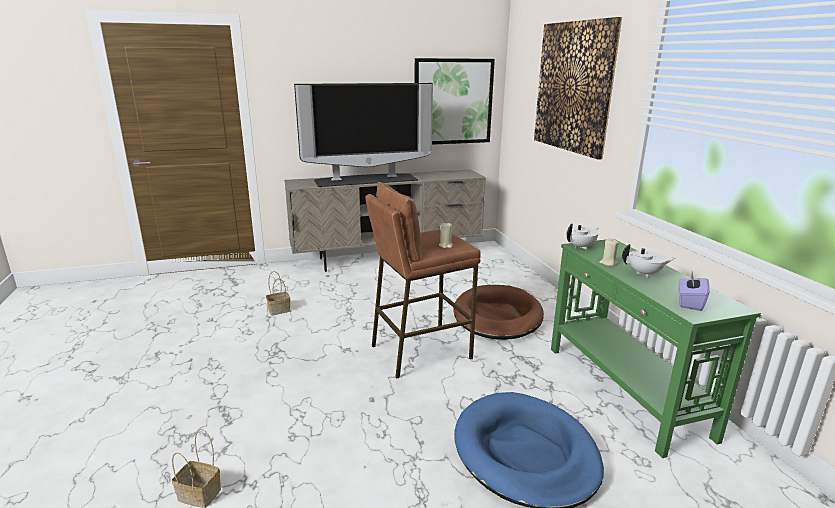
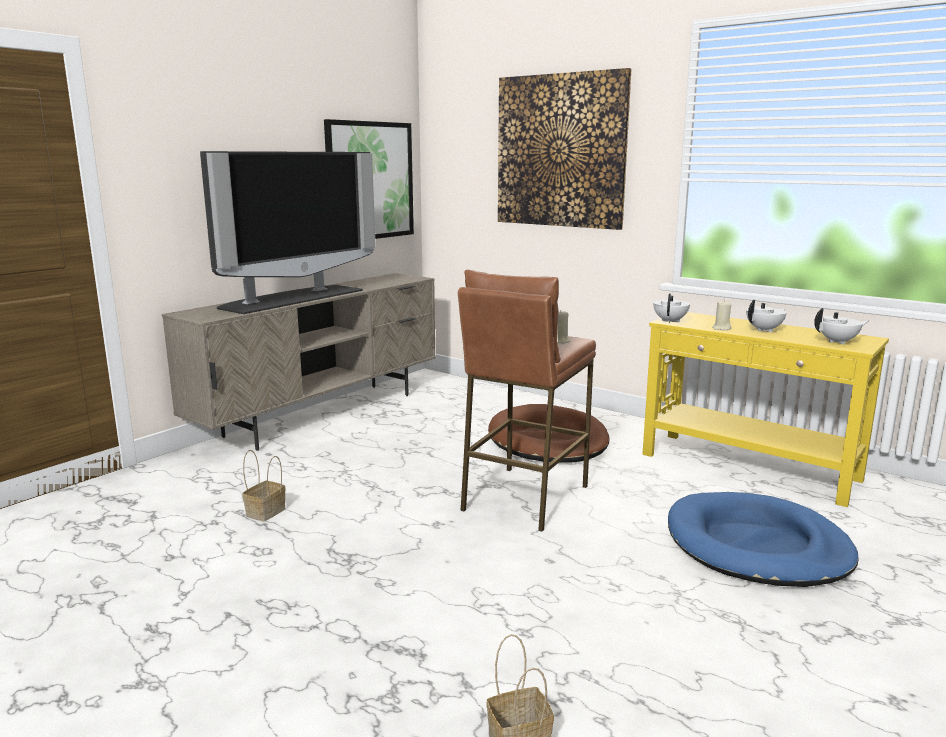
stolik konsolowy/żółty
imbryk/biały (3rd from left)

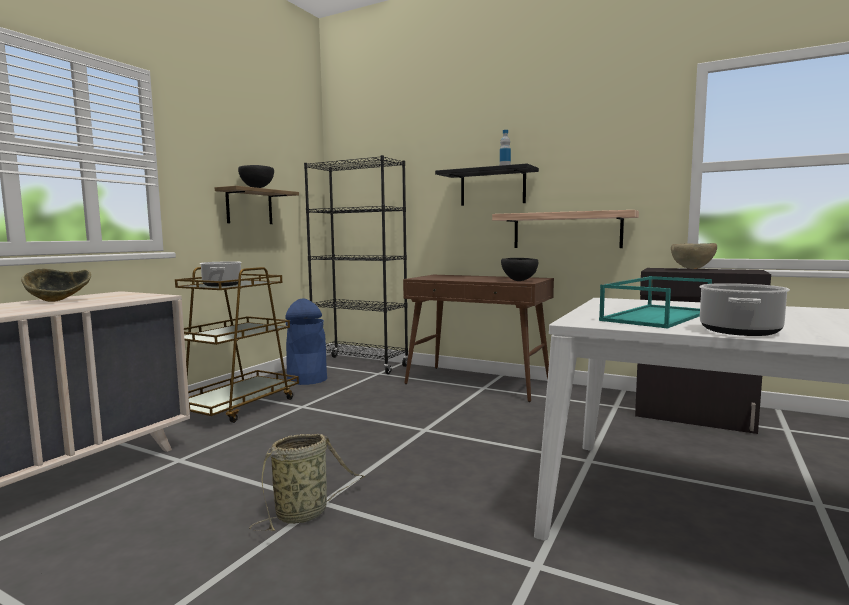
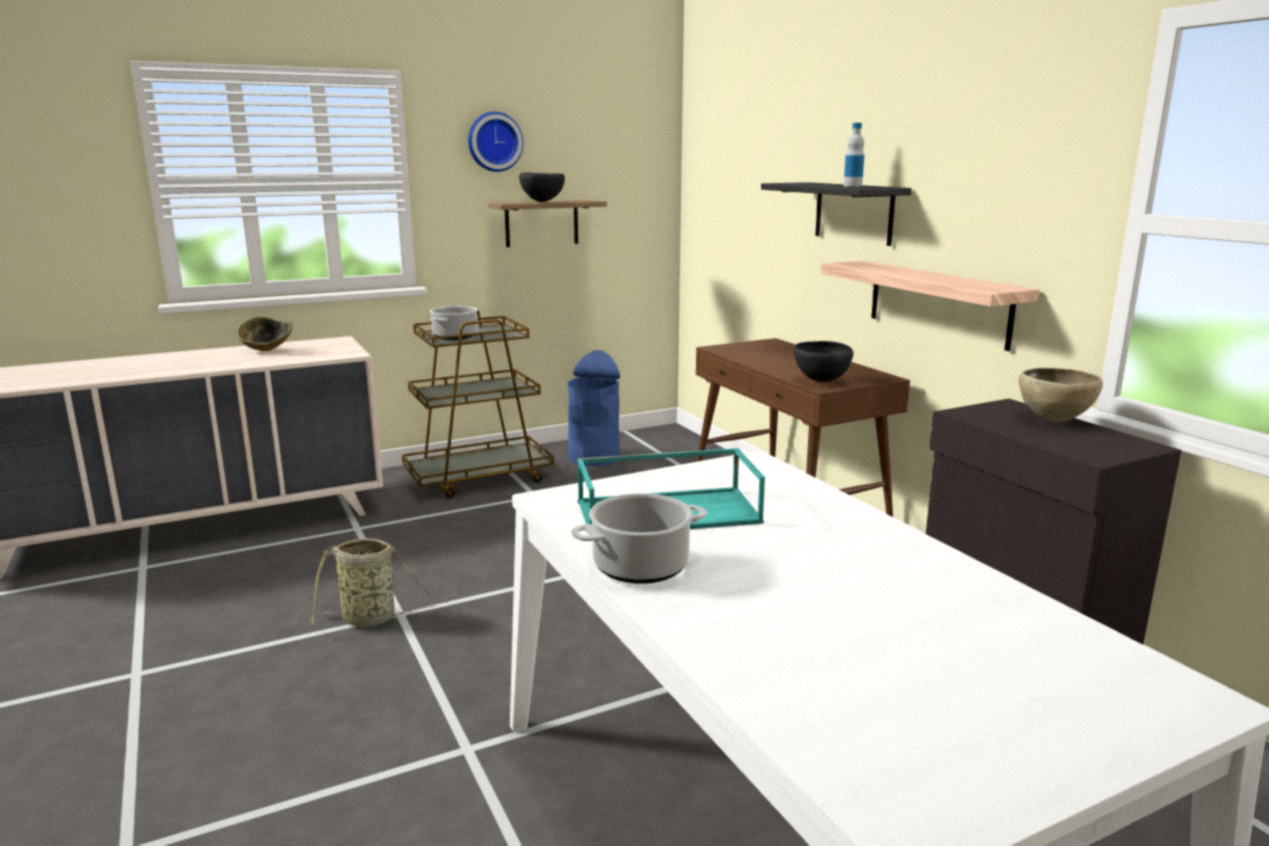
regał/czarny
zegar ścienny

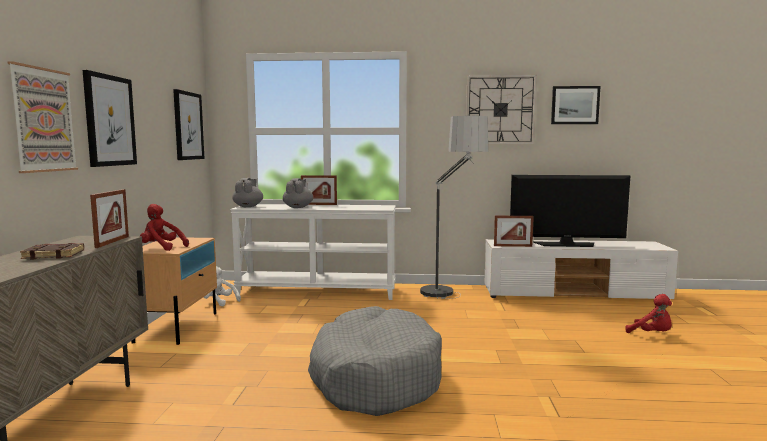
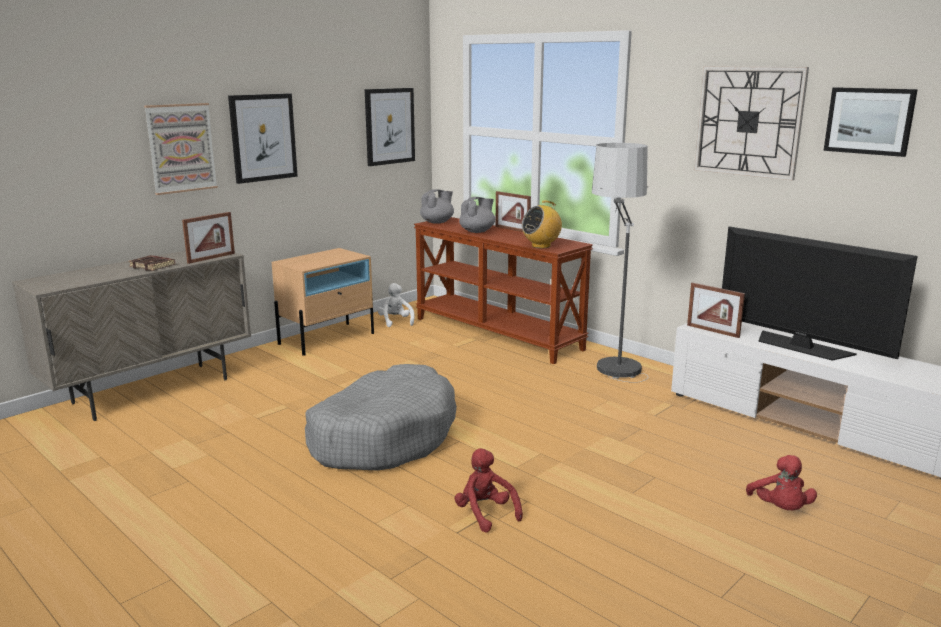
pluszak/czerwony (1st from left)
stolik konsolowy/brązowy
radio

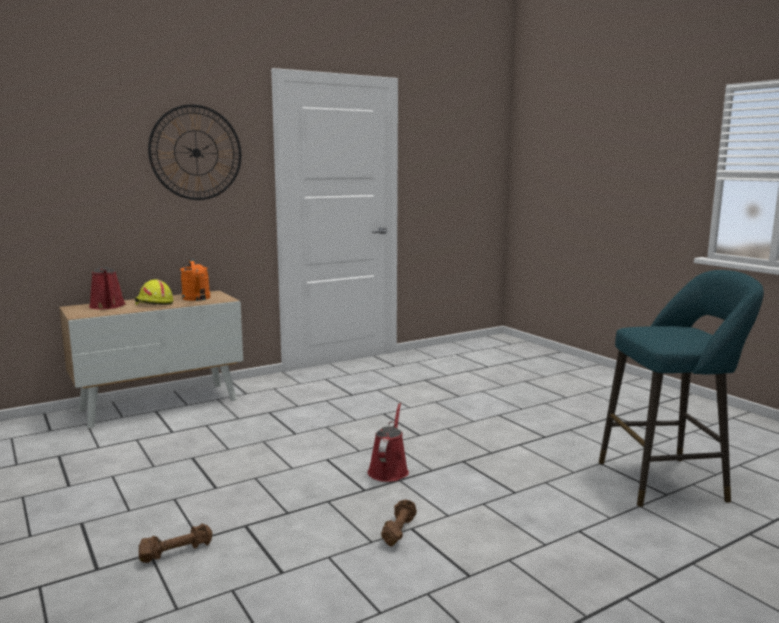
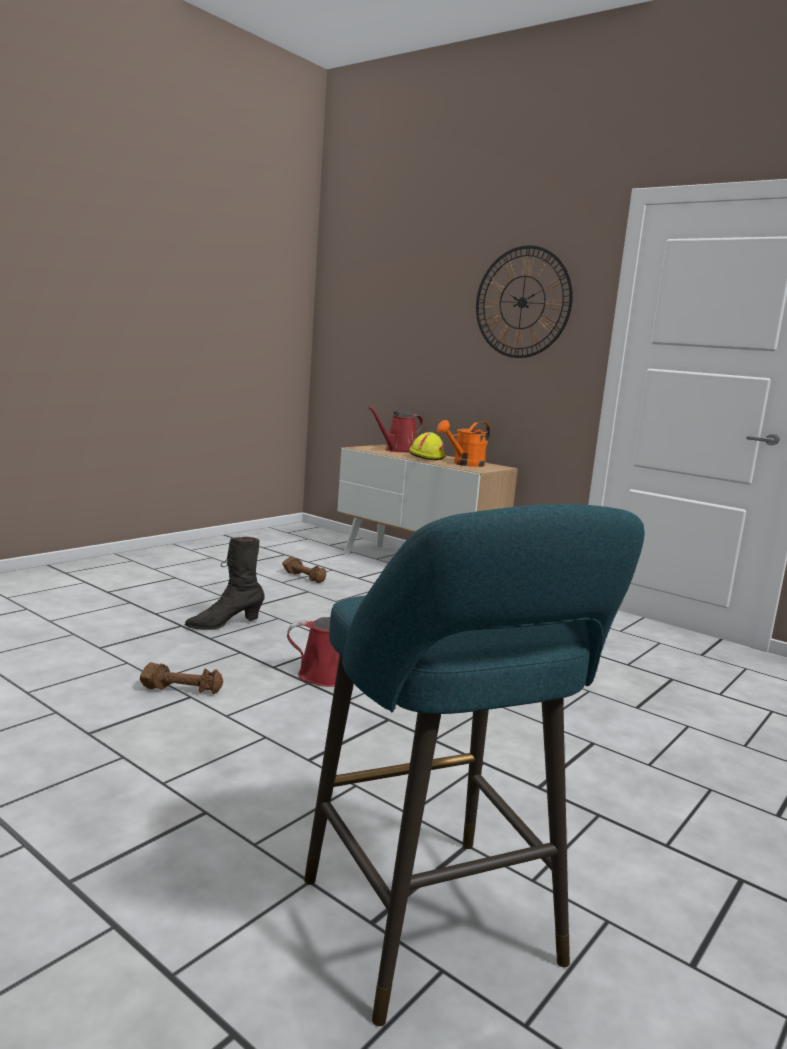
hantel/brązowy (2nd from left)
but z cholewką/czarny

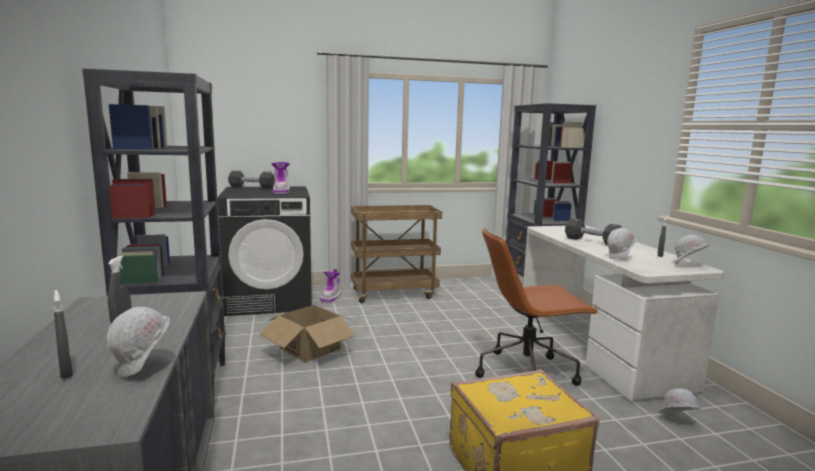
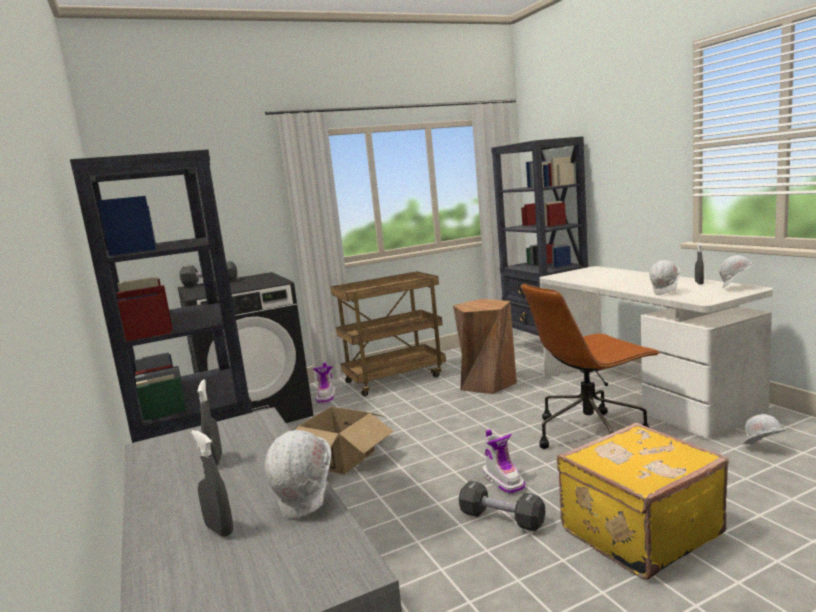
but z cholewką (2nd from left)
hantel/czarny (2nd from left)
stołek/brązowy

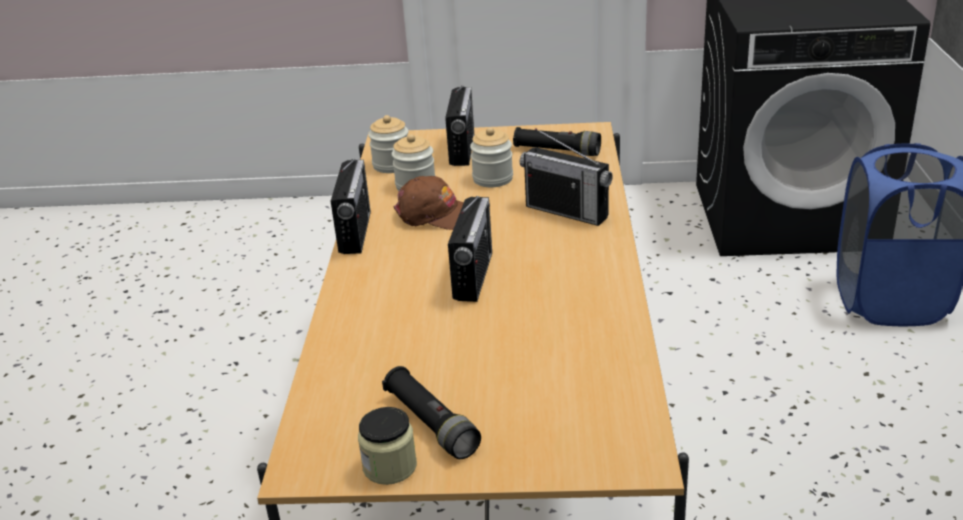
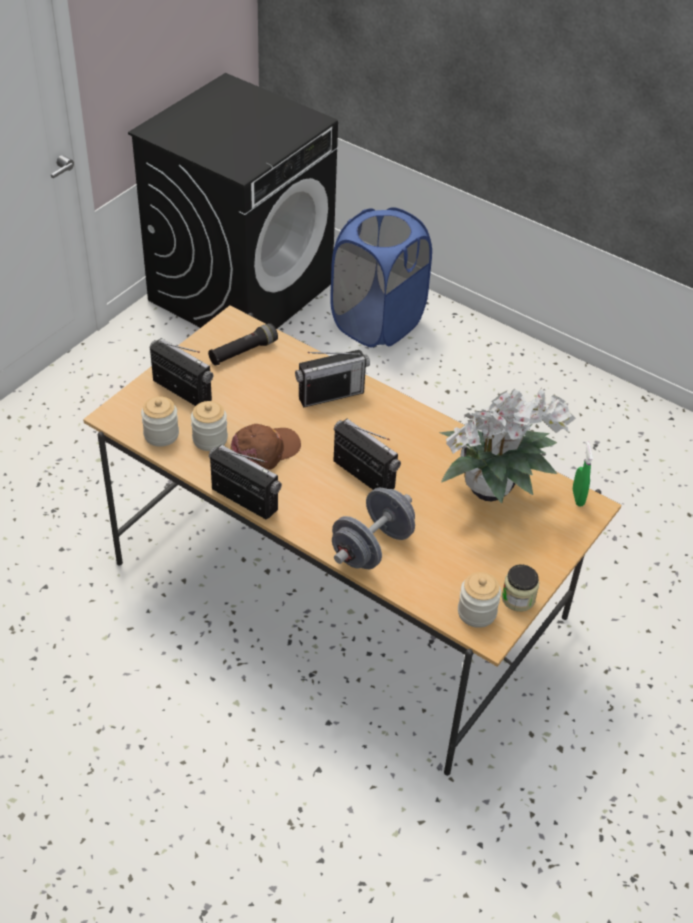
słoik (3rd from left)
latarka/czarny (1st from left in the first image)
roślina doniczkowa
spryskiwacz/zielony
hantel/szary

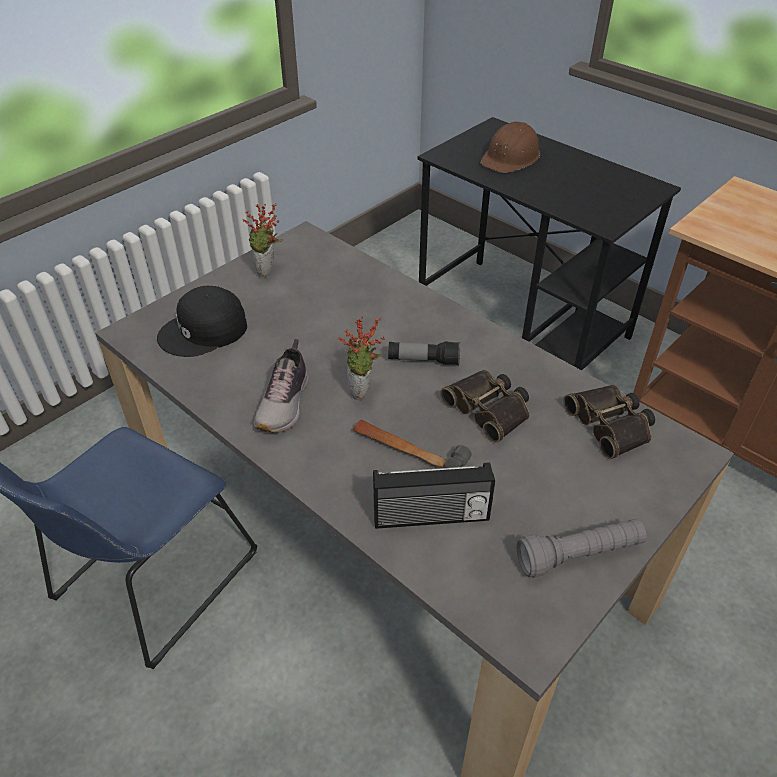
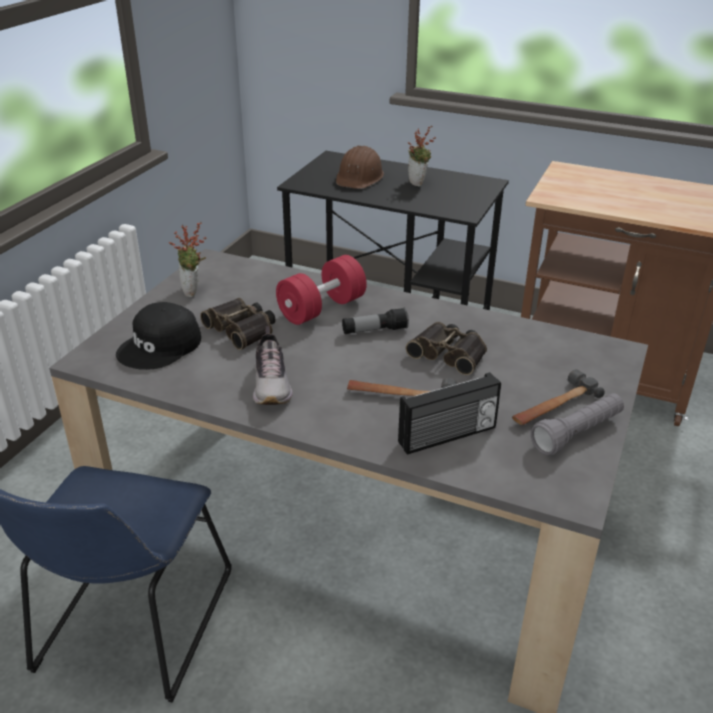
roślina doniczkowa (2nd from left)
lornetka (1st from left)
hantel/czerwony
młotek (2nd from left)

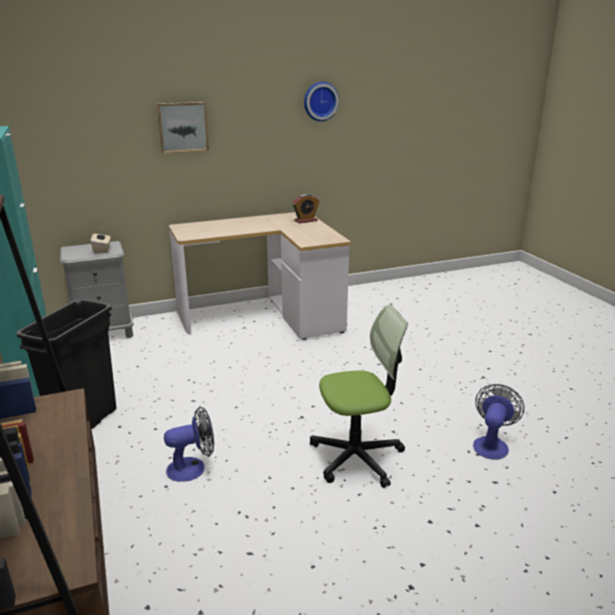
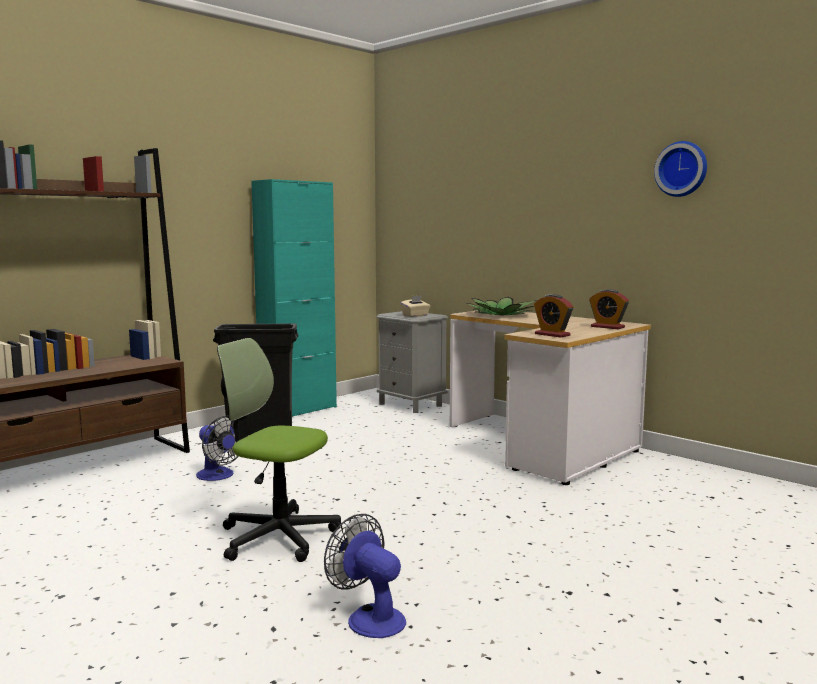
obraz
krzesło biurowe
wentylator (2nd from left)
budzik (1st from left)
roślina doniczkowa

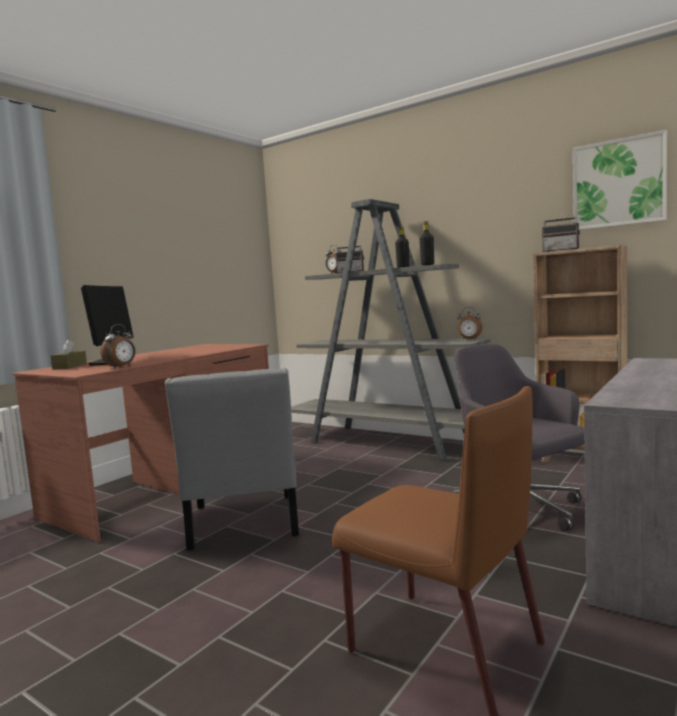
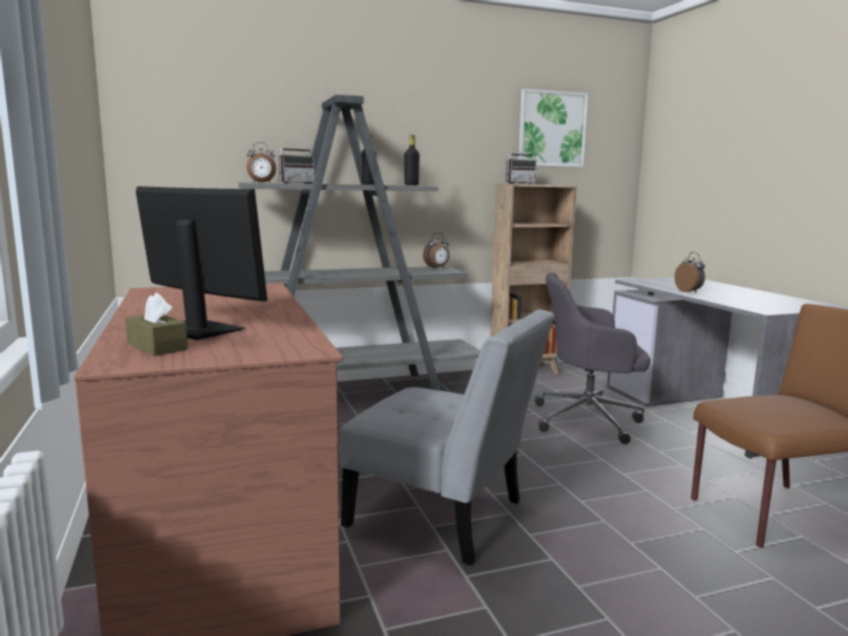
budzik (3rd from left)

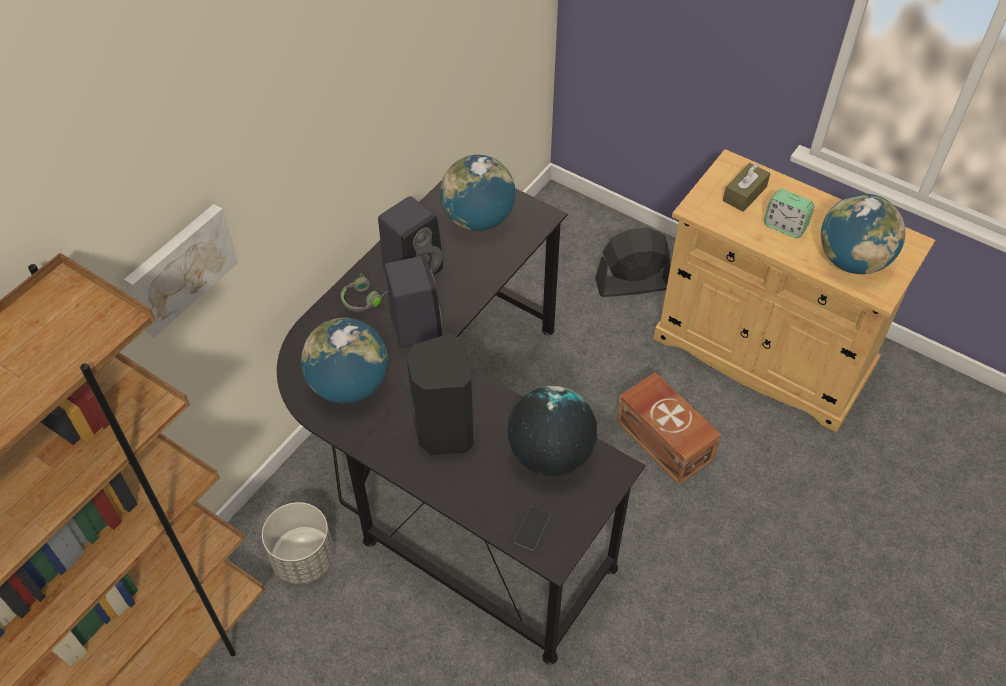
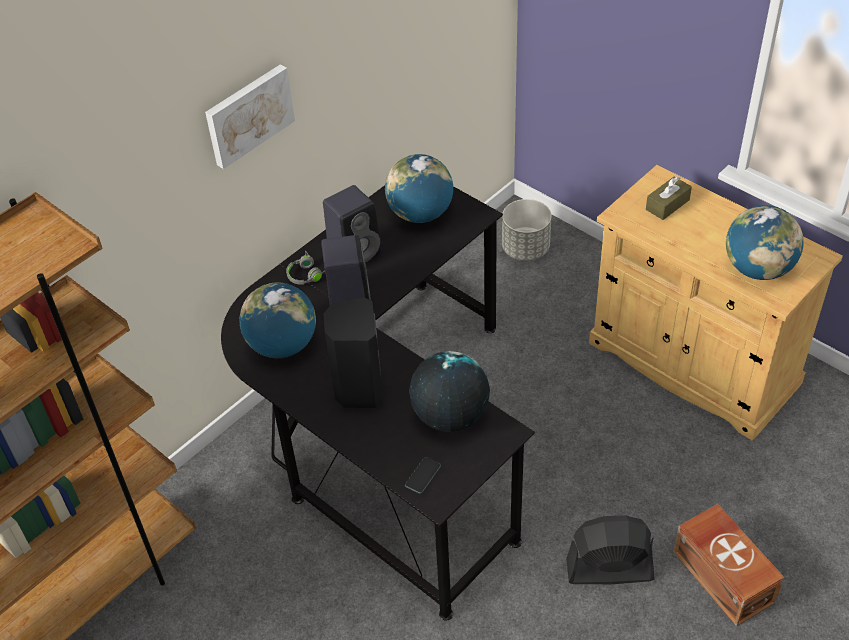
budzik
obraz
wentylator/czarny
pojemnik do przechowywania/brązowy
donica/szary

